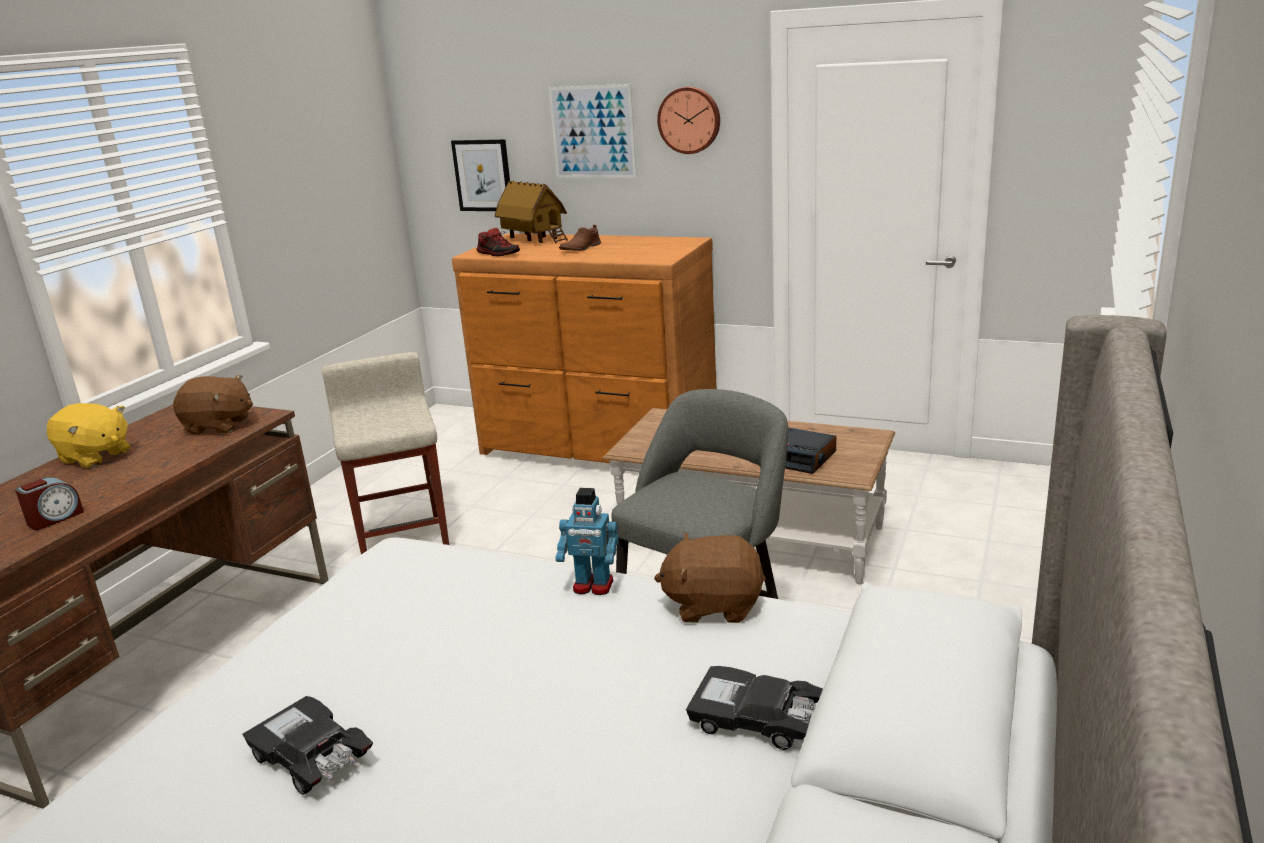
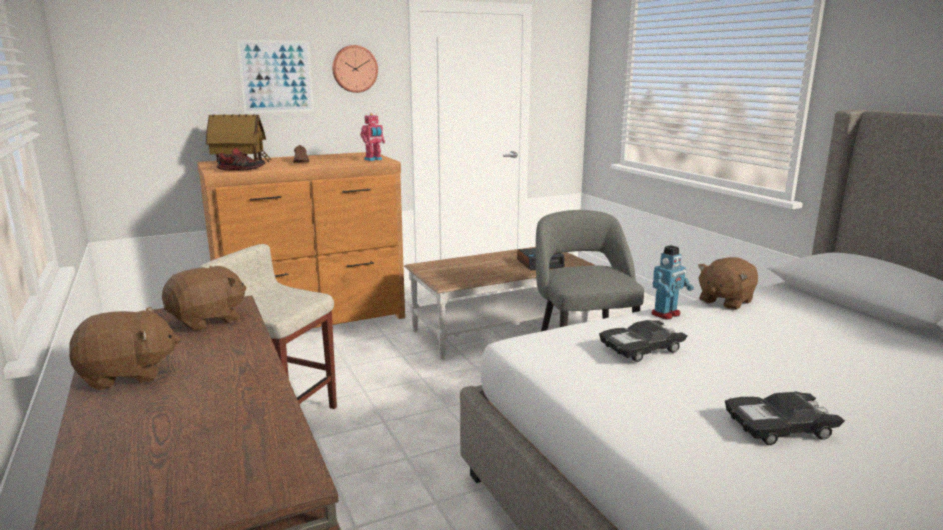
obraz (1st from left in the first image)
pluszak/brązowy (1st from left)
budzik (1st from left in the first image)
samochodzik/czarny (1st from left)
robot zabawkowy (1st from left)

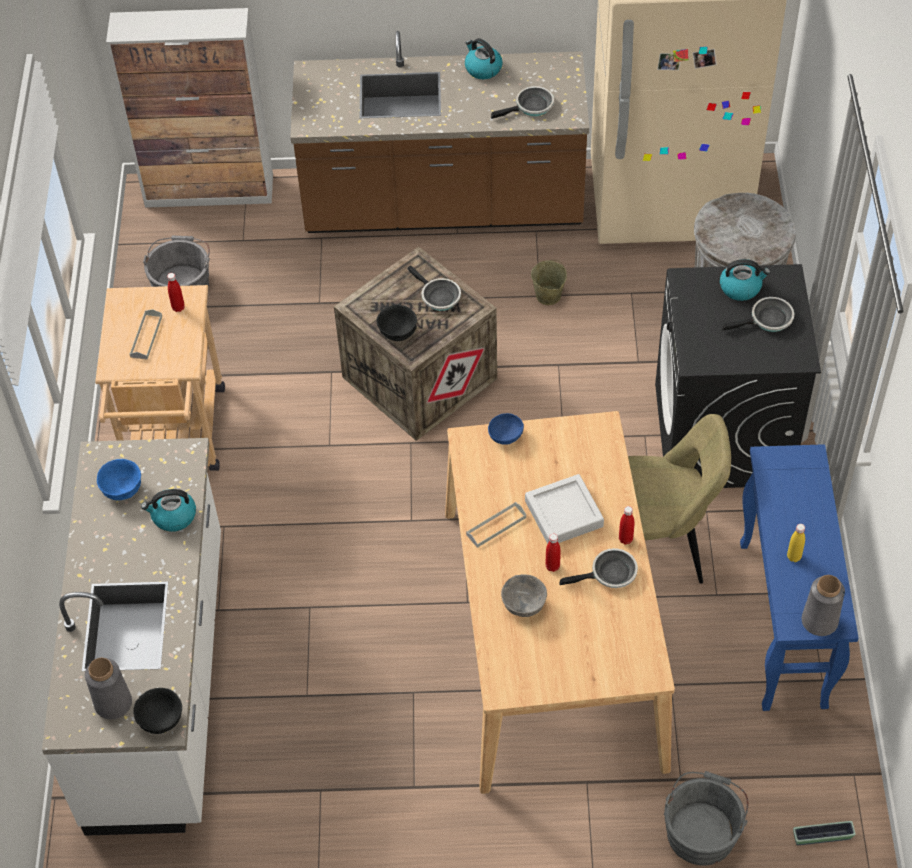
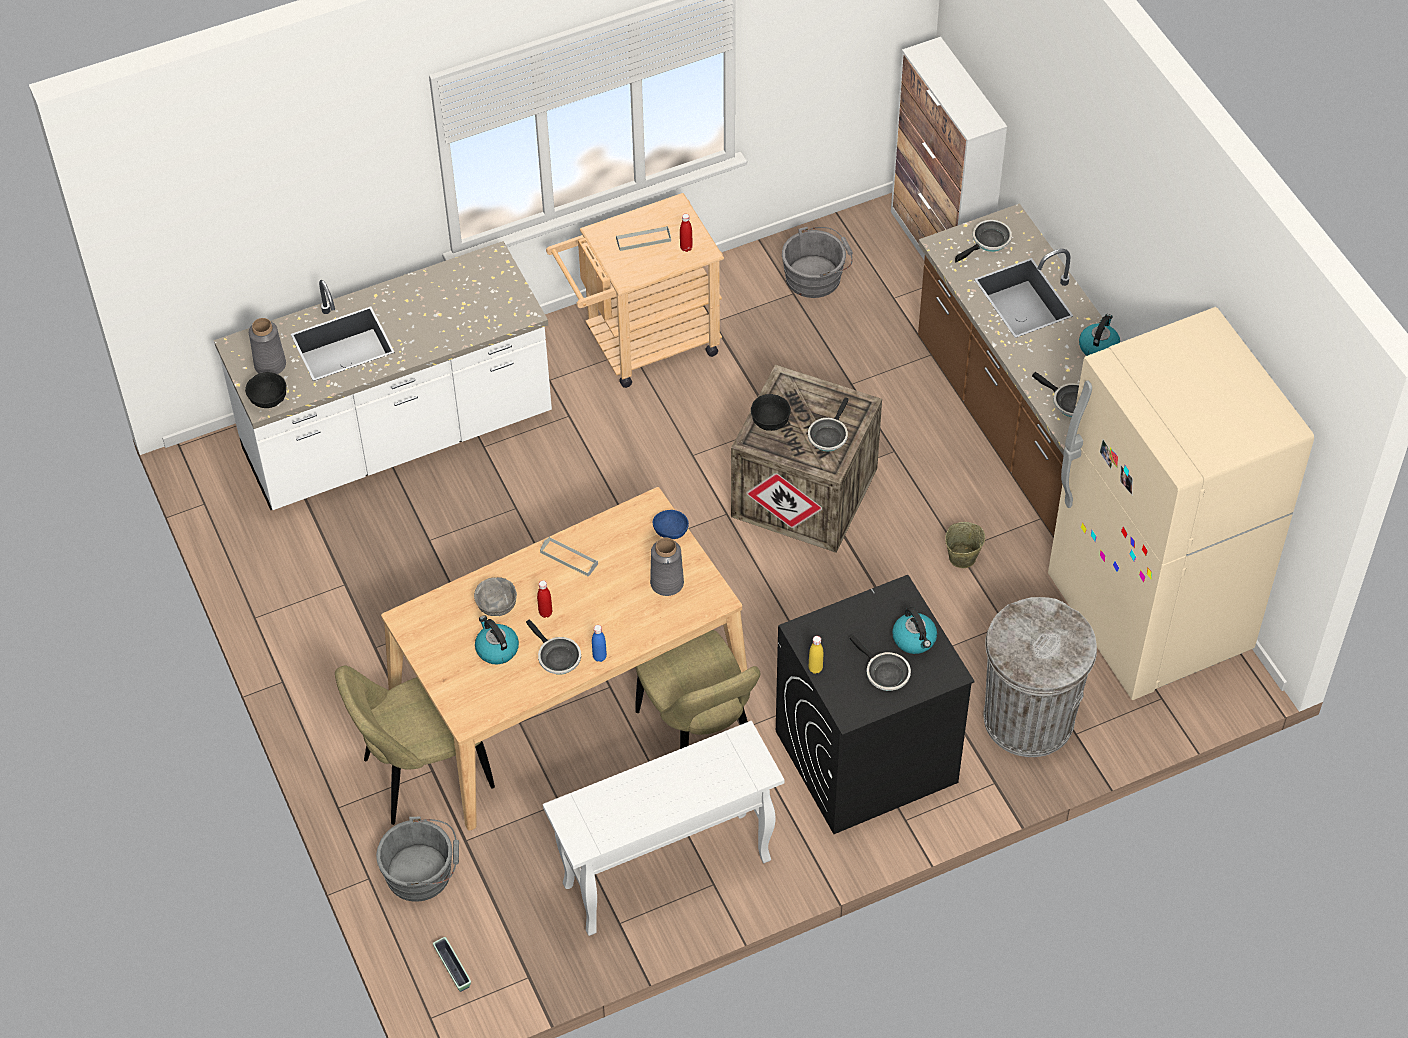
stolik konsolowy/biały
miska/niebieski (1st from left in the first image)
taca/szary (3rd from left in the first image)
czajnik (1st from left)
butelka/niebieski
butelka/żółty
wazon/szary (2nd from left)
patelnia (4th from left)
krzesło/beżowy (1st from left)

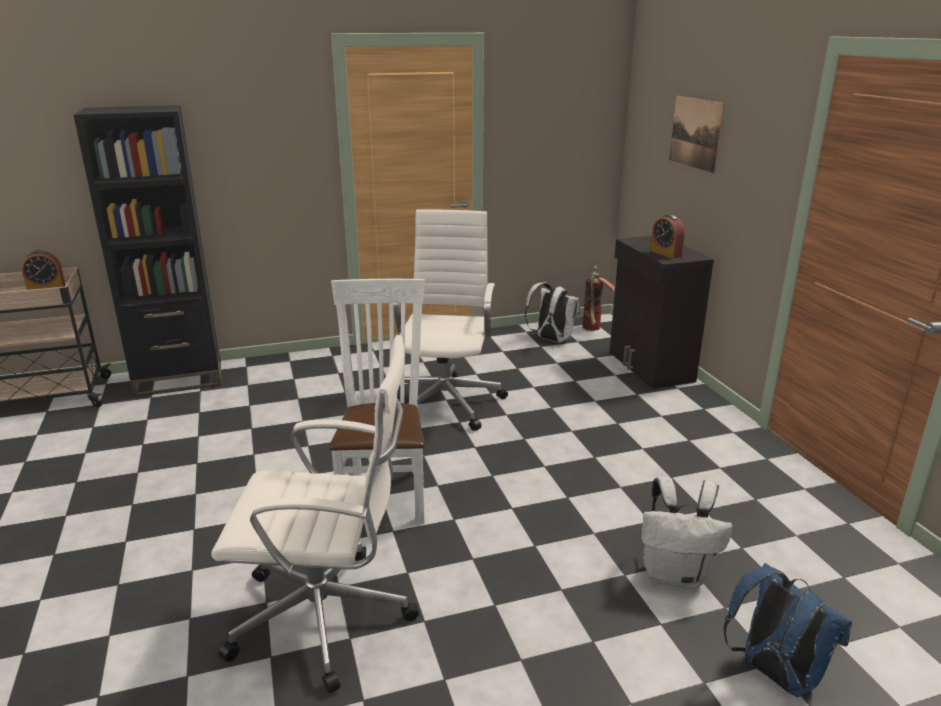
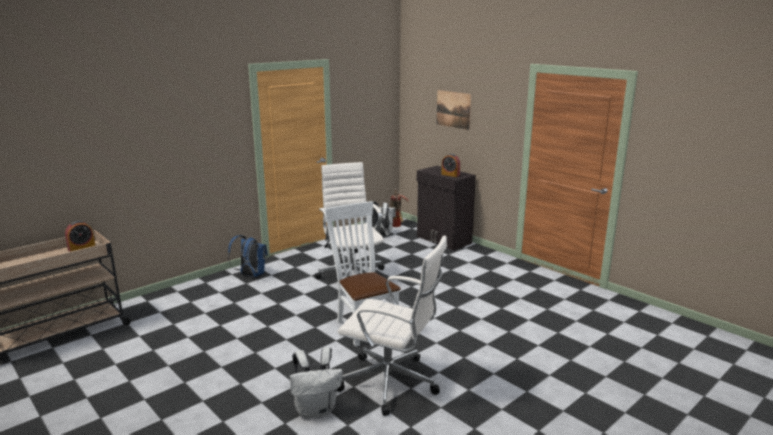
regał/czarny
krzesło biurowe/biały (2nd from left)
plecak/biały (1st from left)
plecak/niebieski

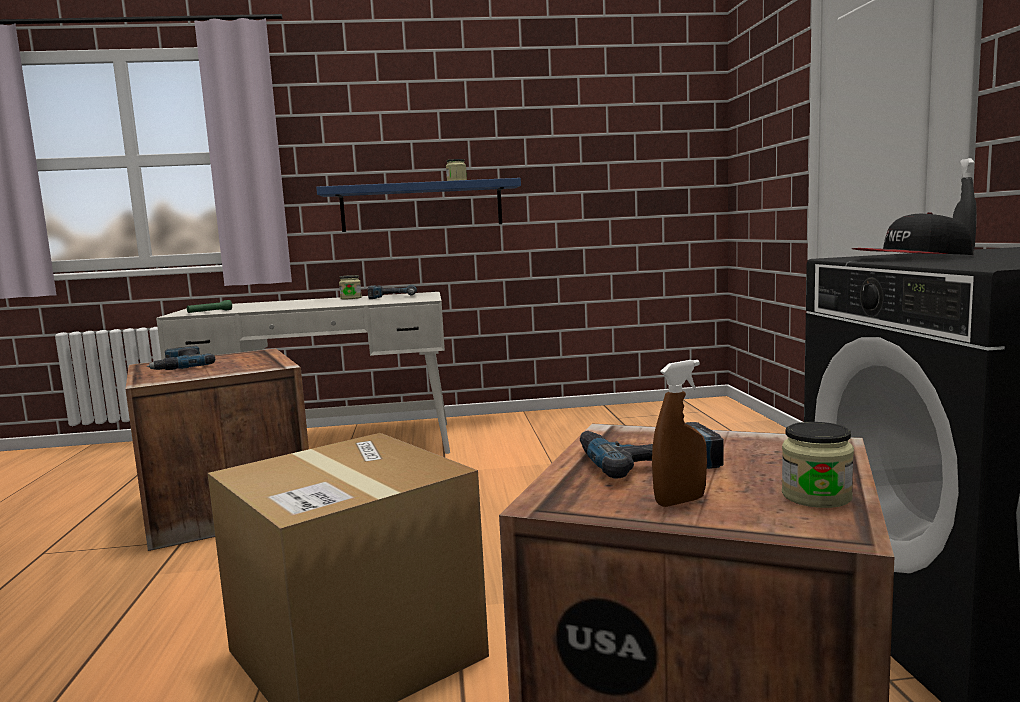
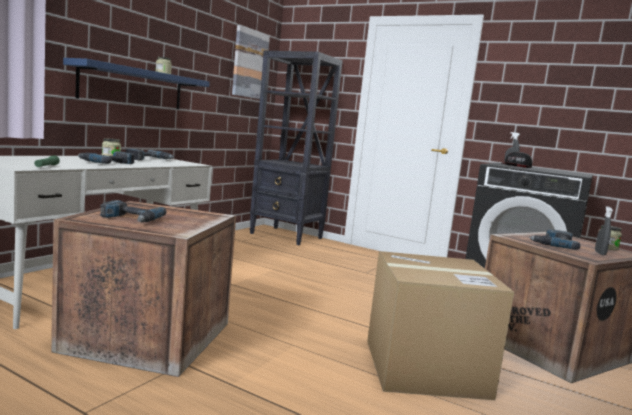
spryskiwacz/szary (2nd from left)
obraz
regał/czarny
wiertarka (1st from left)

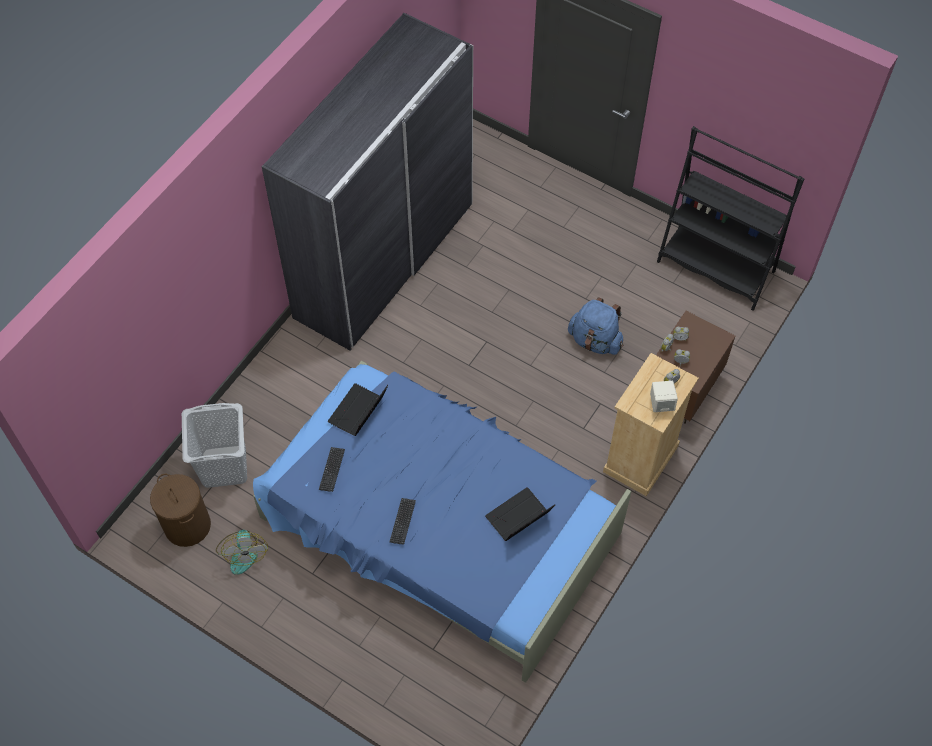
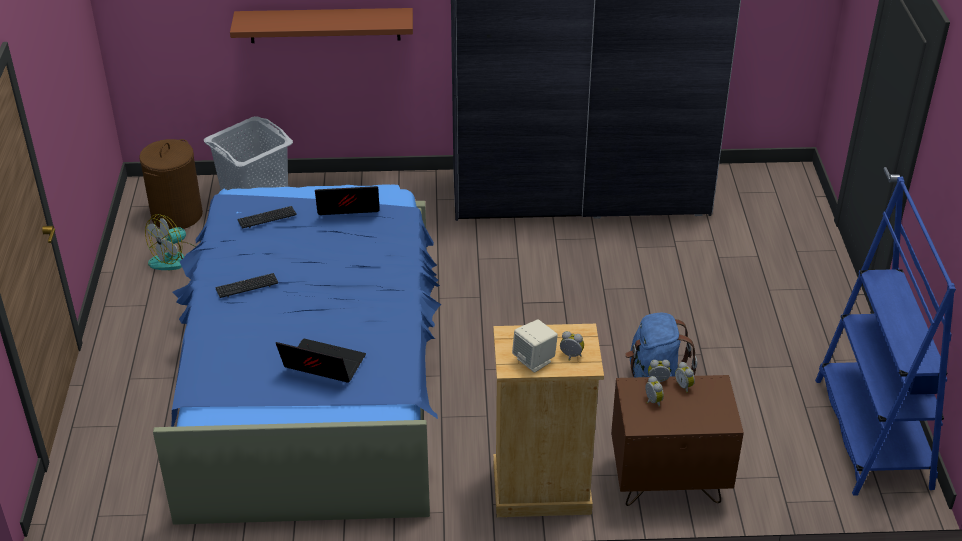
regał/niebieski
półka/brązowy

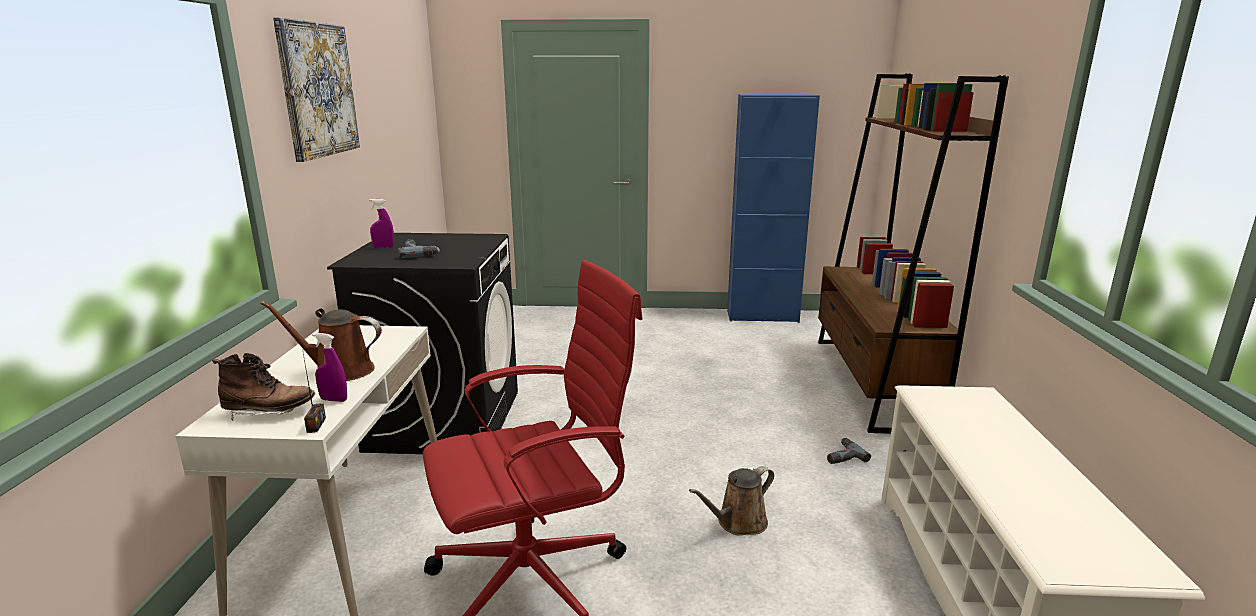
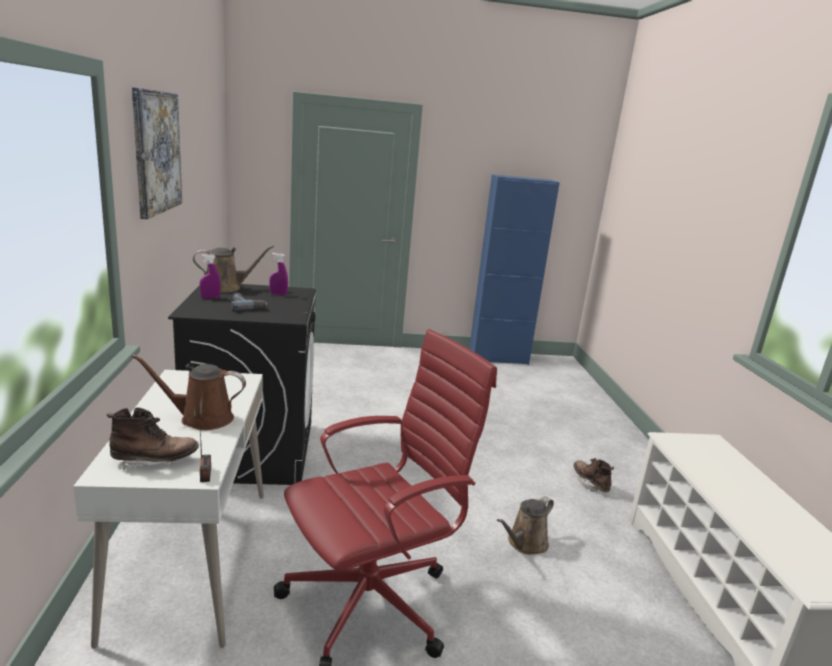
regał/brązowy
spryskiwacz/fioletowy (2nd from left)
but z cholewką/brązowy (2nd from left)
konewka/brązowy (2nd from left)

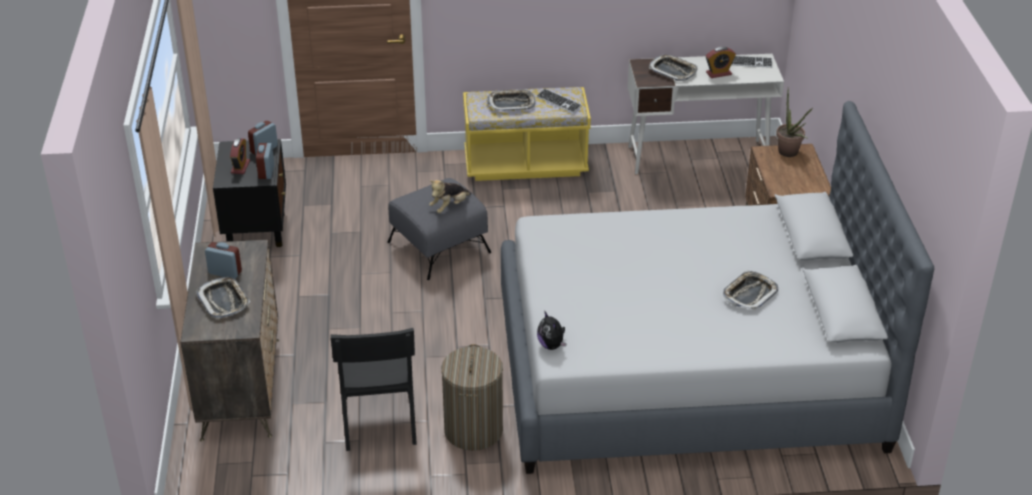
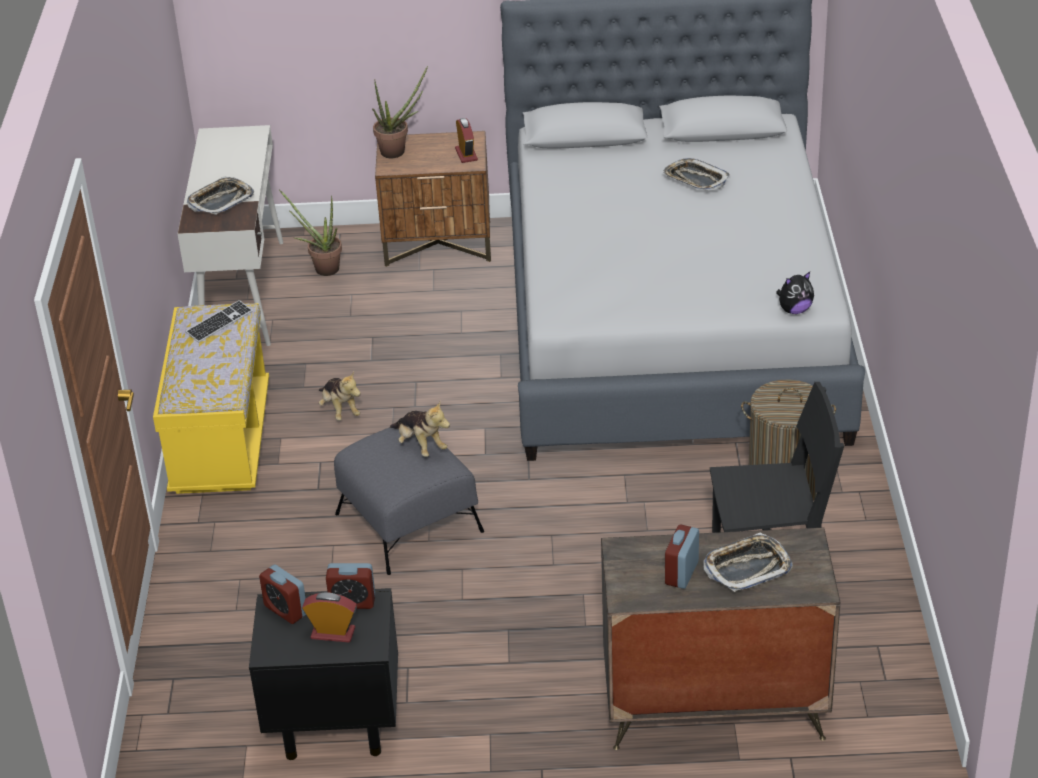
budzik (4th from left)
klawiatura (2nd from left in the first image)
taca (2nd from left in the first image)
roślina doniczkowa (1st from left)
pluszak (1st from left)

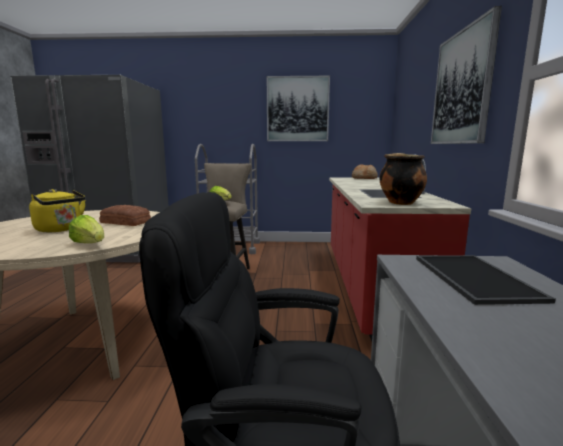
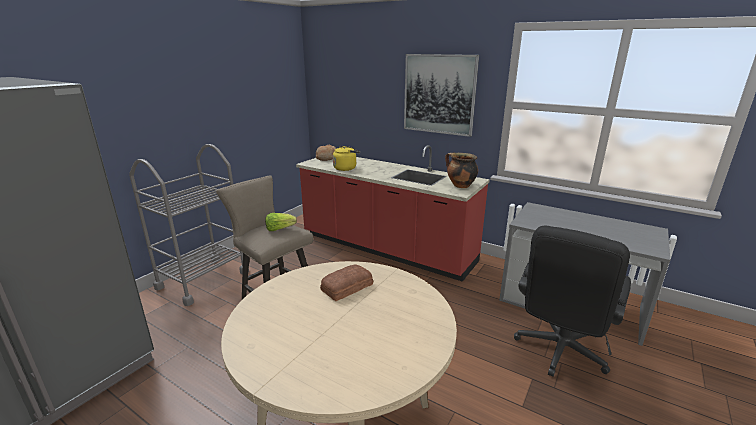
obraz (1st from left in the first image)
czajnik/żółty
sałata (1st from left in the first image)
taca

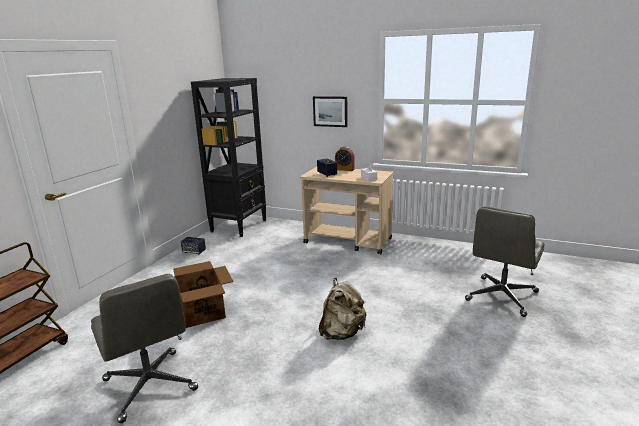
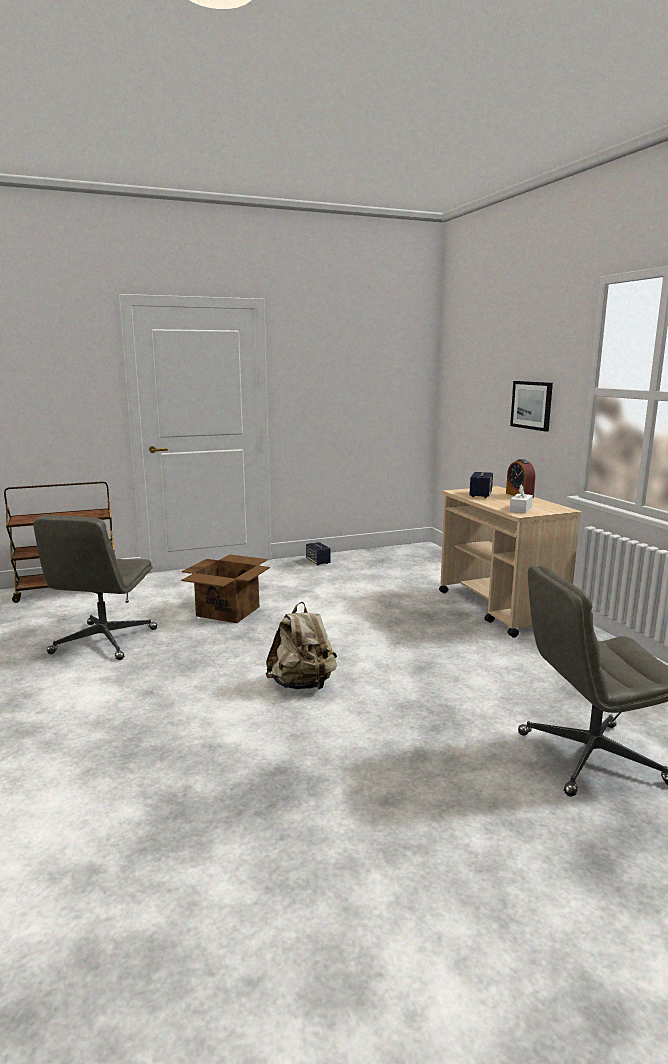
regał/czarny

